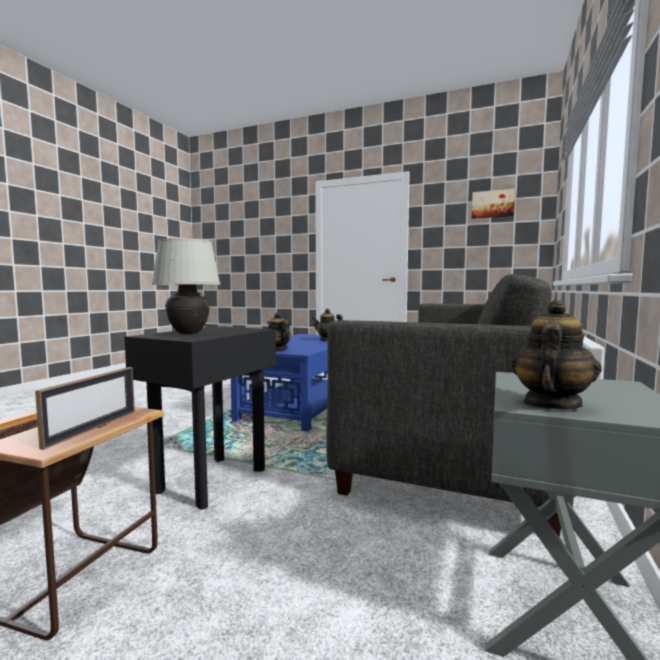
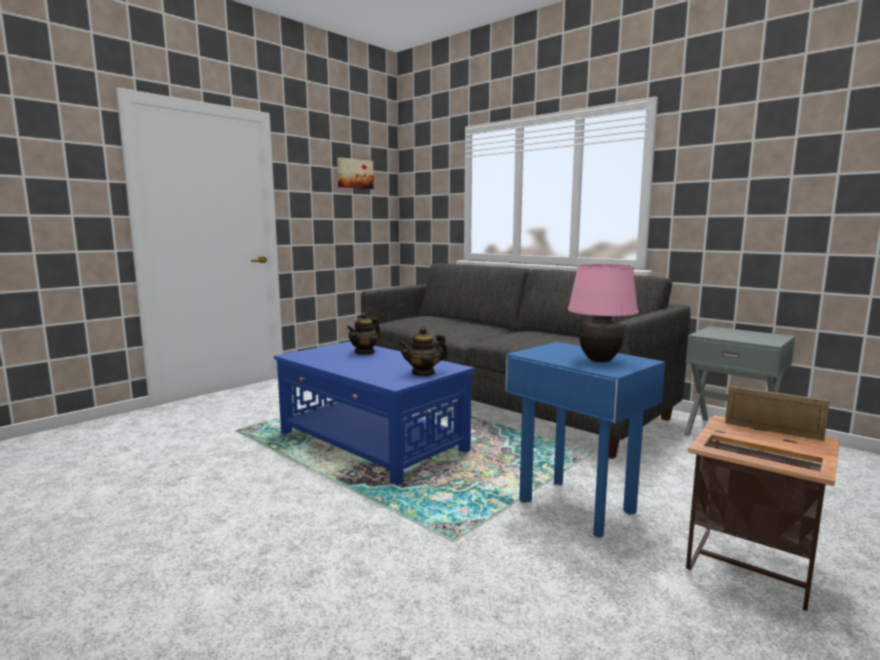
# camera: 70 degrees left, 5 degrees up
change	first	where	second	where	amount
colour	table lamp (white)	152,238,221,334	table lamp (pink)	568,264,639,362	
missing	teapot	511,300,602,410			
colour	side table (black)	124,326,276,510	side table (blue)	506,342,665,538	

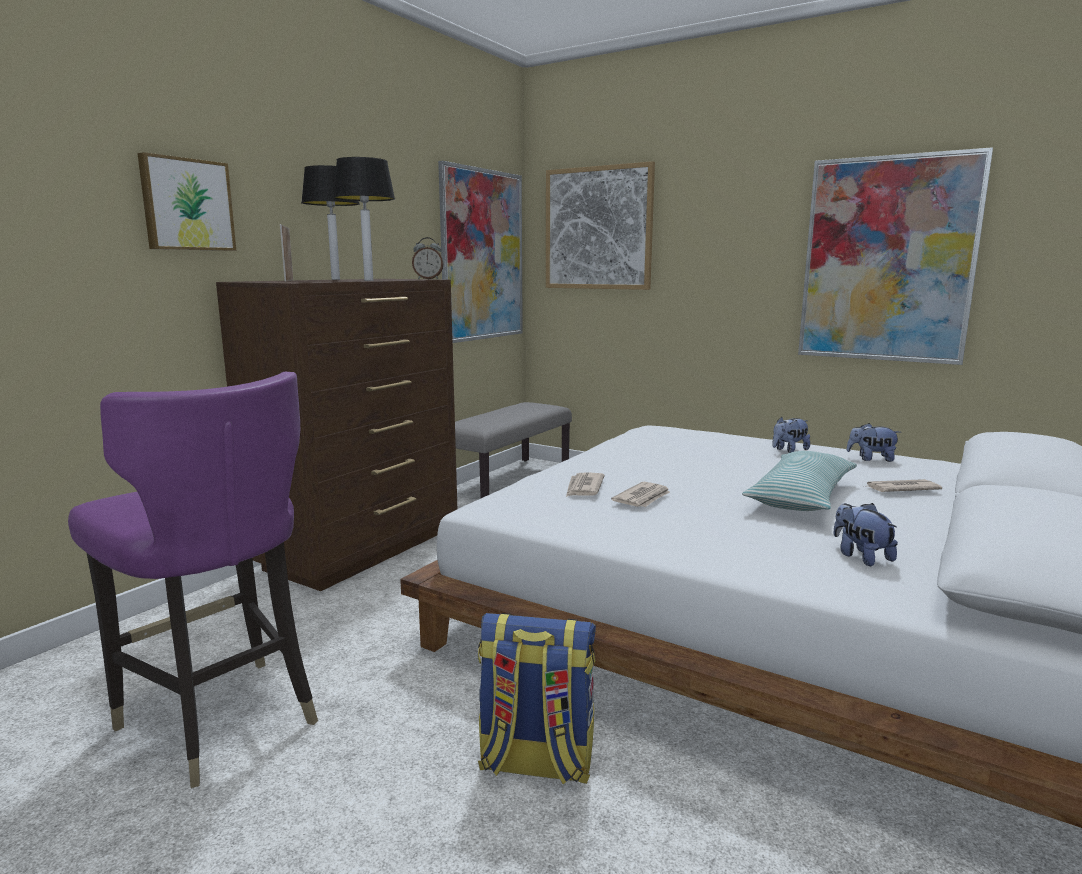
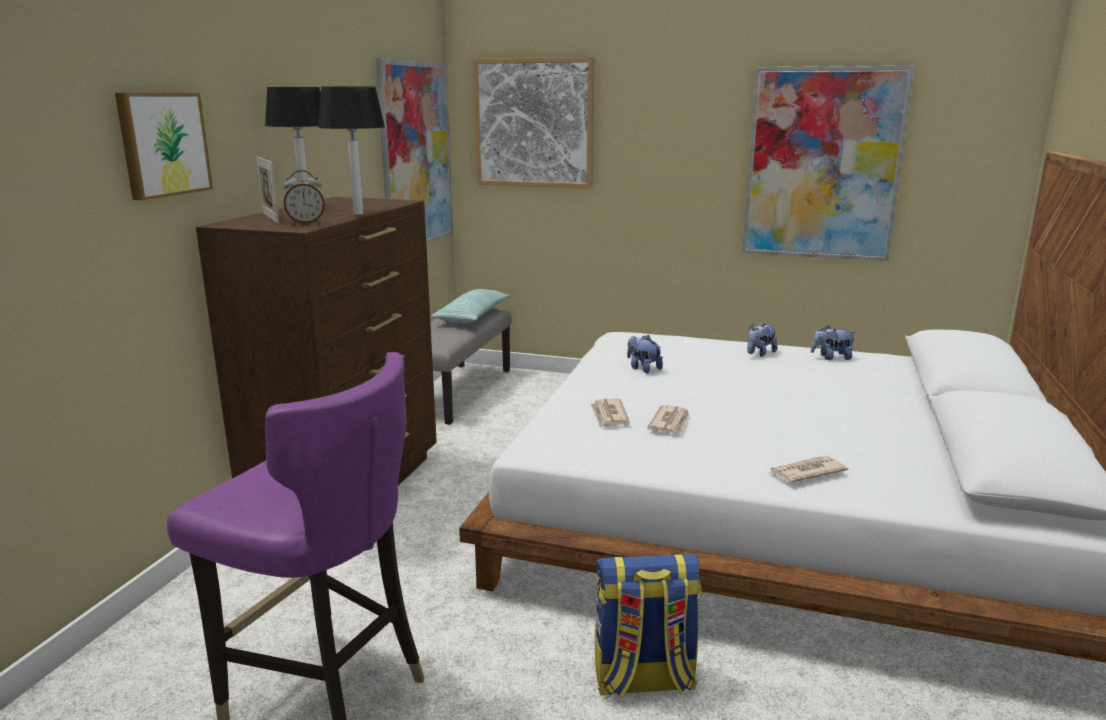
# camera: 15 degrees left, 5 degrees up
change	first	where	second	where	amount
relocated	alarm clock	412,237,443,279		284,170,325,225	
relocated	pillow	742,451,857,511		431,289,510,323	
relocated	newspaper	867,479,942,492		768,456,848,483	
relocated	plush toy	834,503,898,566		627,335,663,373	

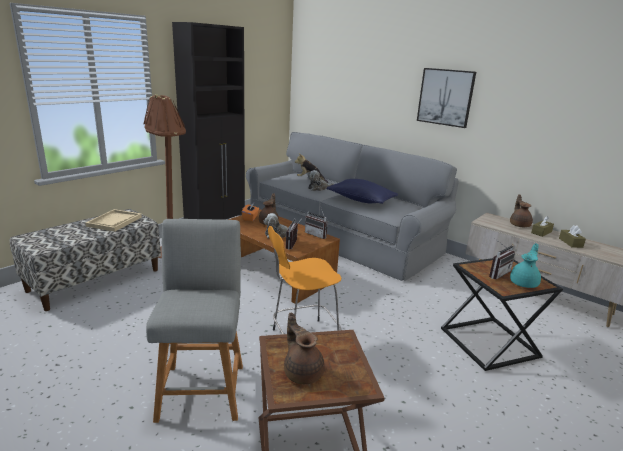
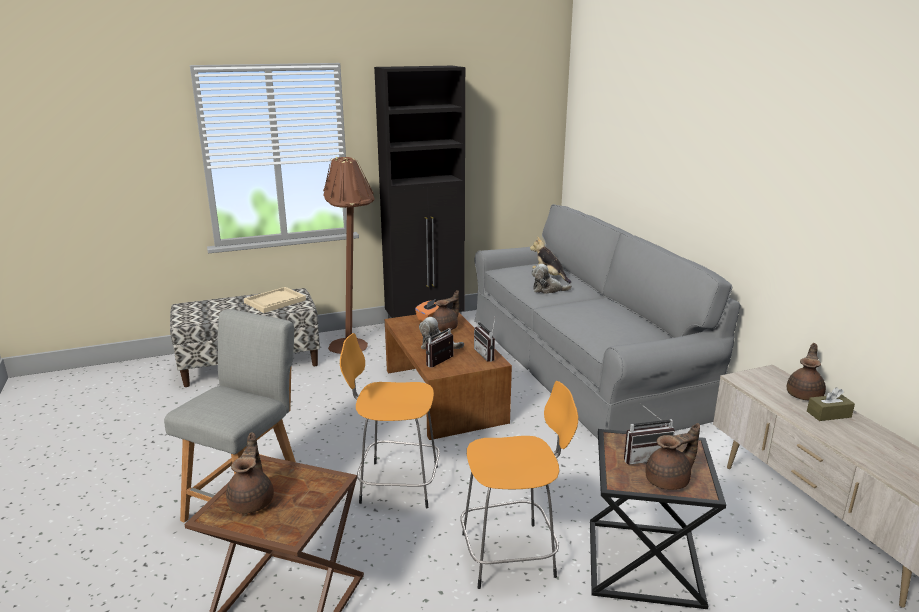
# camera: 30 degrees right, 0 degrees up
change	first	where	second	where	amount
missing	picture	417,68,476,128			
missing	pillow (blue)	326,179,398,204			
missing	tissue box (brown)	559,225,586,248			
colour	teapot (turquoise)	510,243,541,288	teapot (brown)	646,423,700,490	
appeared			stool (orange)	460,381,578,589	

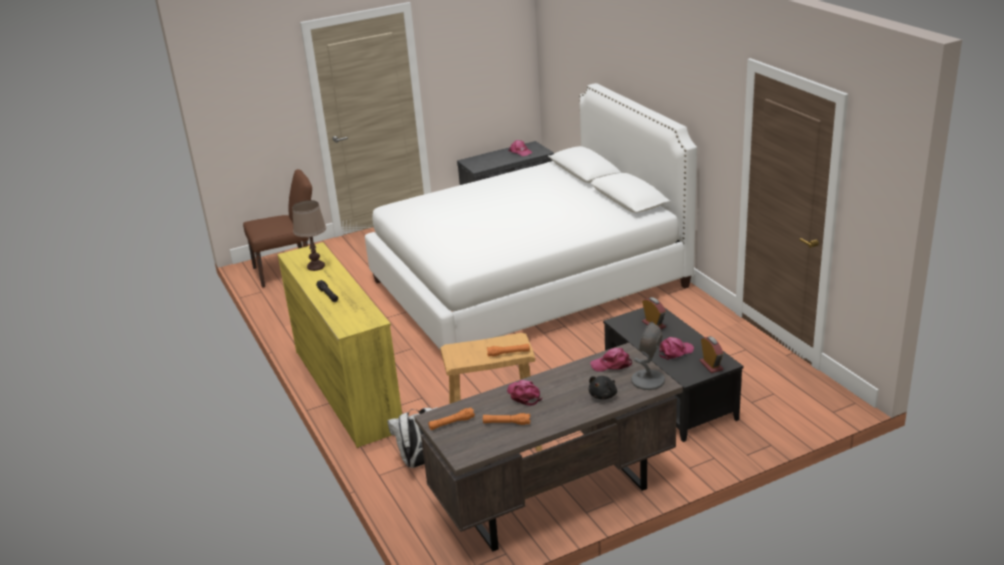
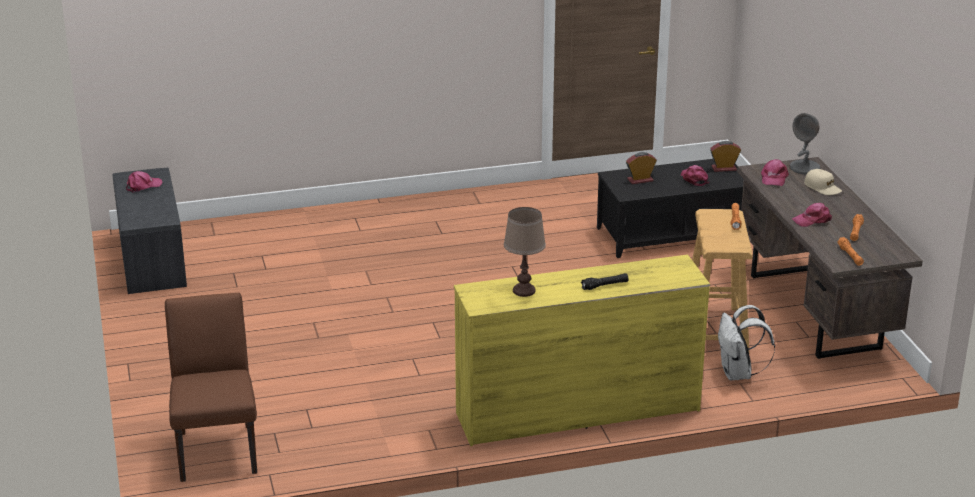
# camera: 80 degrees left, 0 degrees up
change	first	where	second	where	amount
missing	bed (white)	365,83,697,349			
exchanged	plush toy (black)	589,376,617,399	cap (beige)	804,169,842,195	

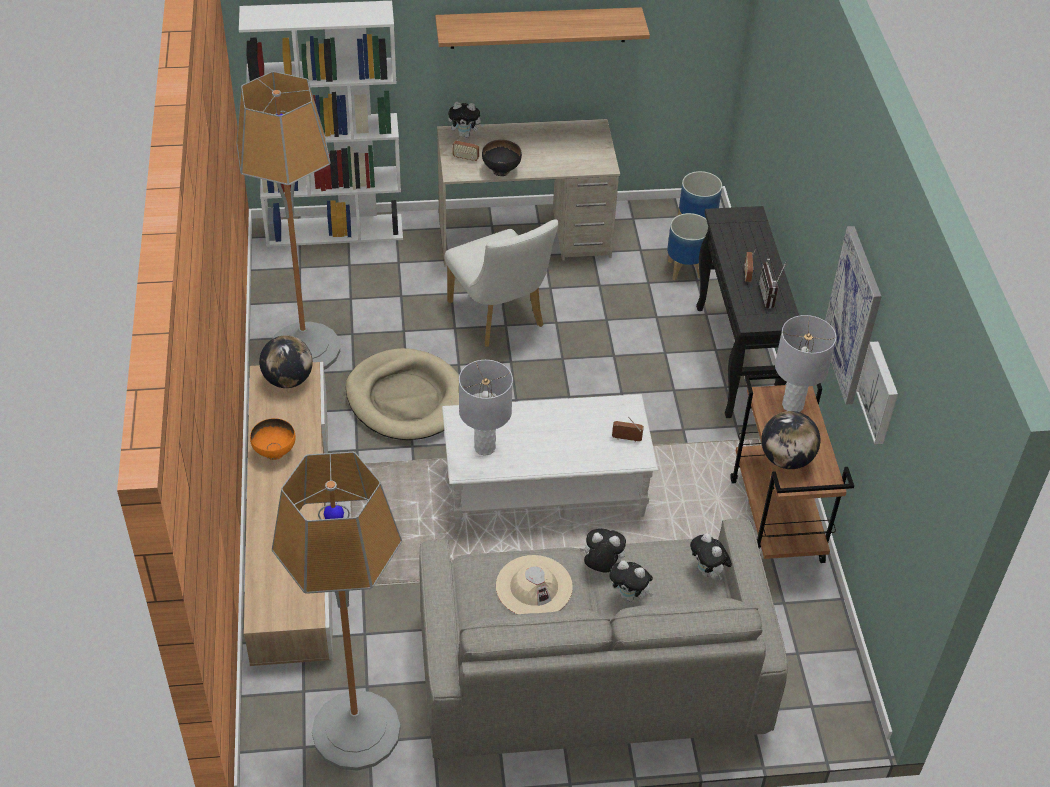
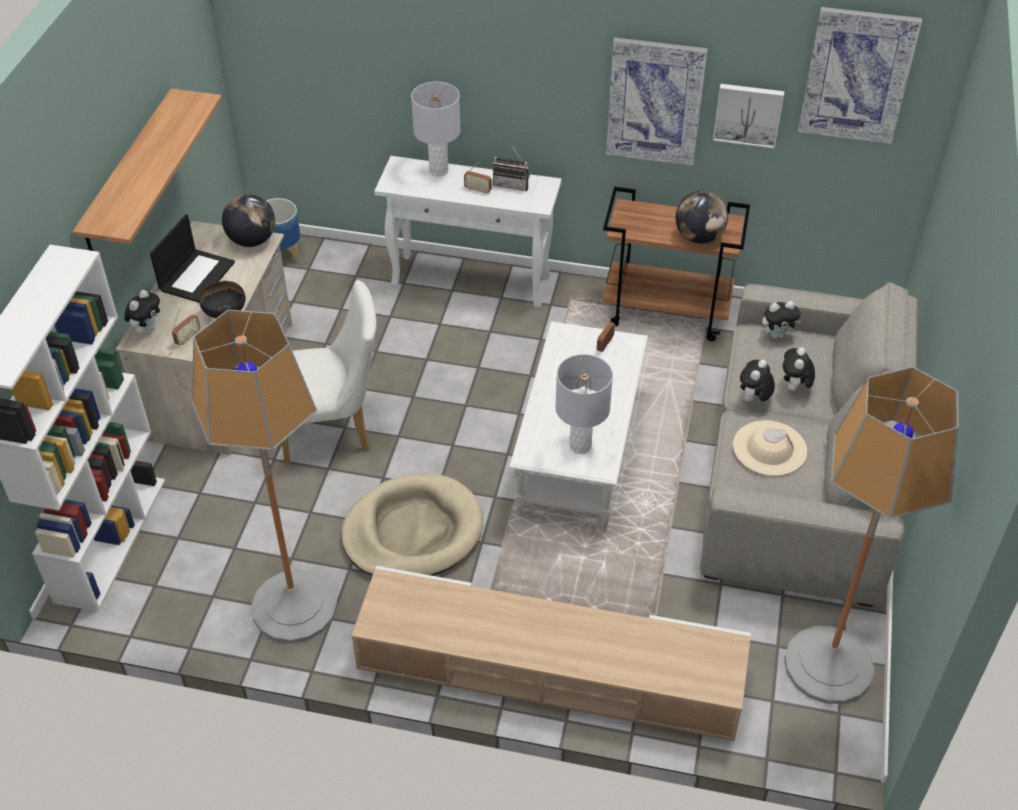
# camera: 70 degrees left, 0 degrees up
change	first	where	second	where	amount
colour	console table (black)	696,206,799,418	console table (white)	374,156,562,308	
missing	planter	667,213,708,280			
relocated	table lamp (grey)	775,315,836,412		411,82,461,177	
relocated	globe	259,335,313,388		222,194,275,247	
missing	bowl (orange)	250,418,295,460			
spun	plush toy	609,560,654,601		783,347,815,391	150 degrees clockwise
appeared			picture	798,7,922,144	
appeared			laptop	150,214,235,303	

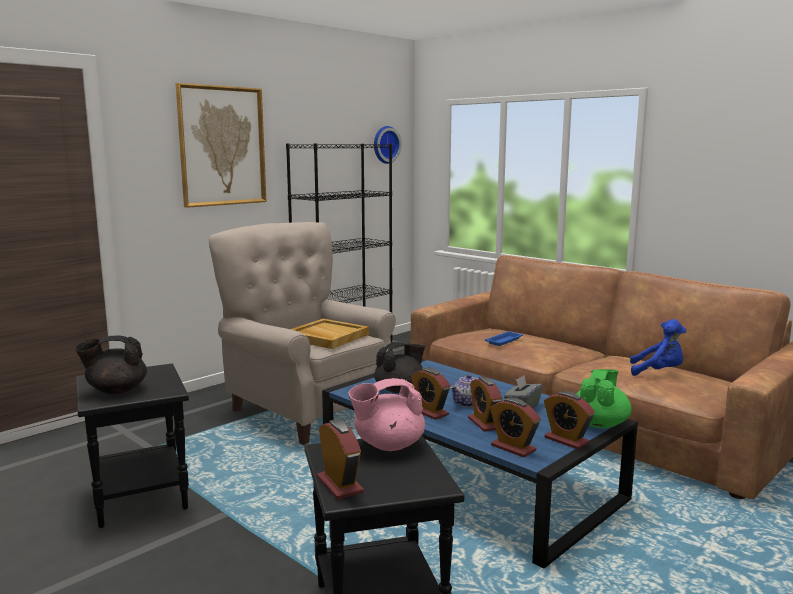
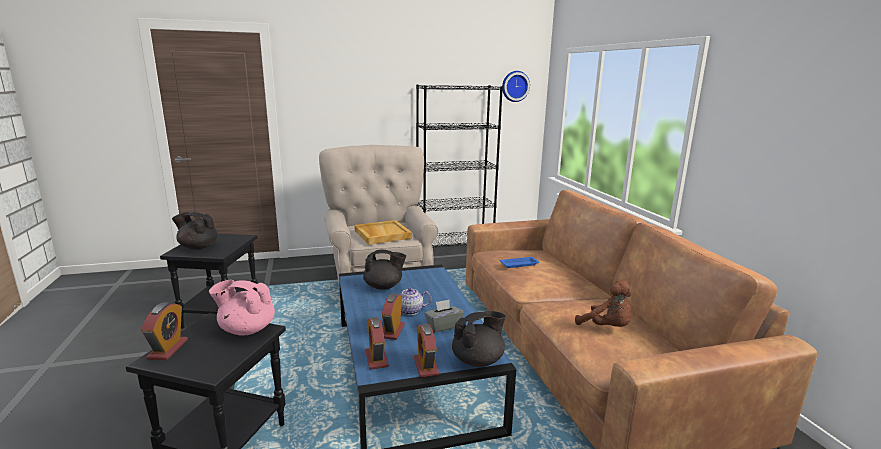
# camera: 30 degrees right, 5 degrees up
change	first	where	second	where	amount
missing	picture	176,83,266,208			
colour	plush toy (blue)	630,319,686,376	plush toy (brown)	575,280,632,327	
missing	alarm clock	411,368,450,420			
colour	teapot (green)	577,369,632,428	teapot (black)	452,311,506,367	

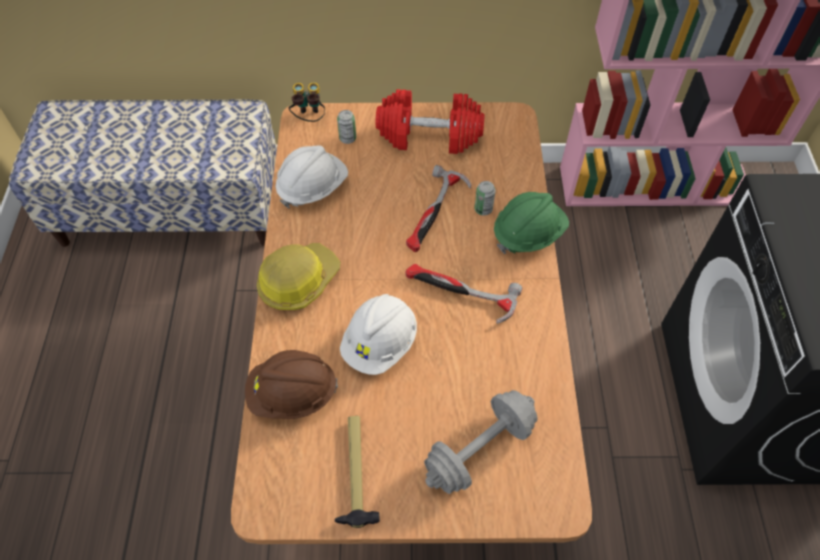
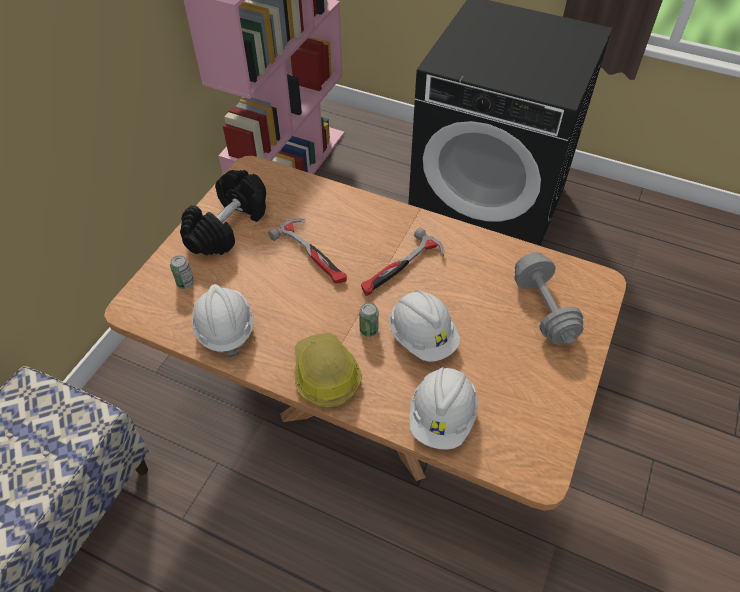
# camera: 65 degrees left, 5 degrees down
change	first	where	second	where	amount
missing	binoculars	289,82,325,122			
colour	dumbbell (red)	376,89,485,154	dumbbell (black)	180,170,266,255	
relocated	can	474,181,496,215		359,303,379,337	
missing	hard hat (green)	494,192,569,254			
colour	hard hat (brown)	245,350,338,419	hard hat (white)	409,367,478,450	
missing	hammer	334,416,380,528			

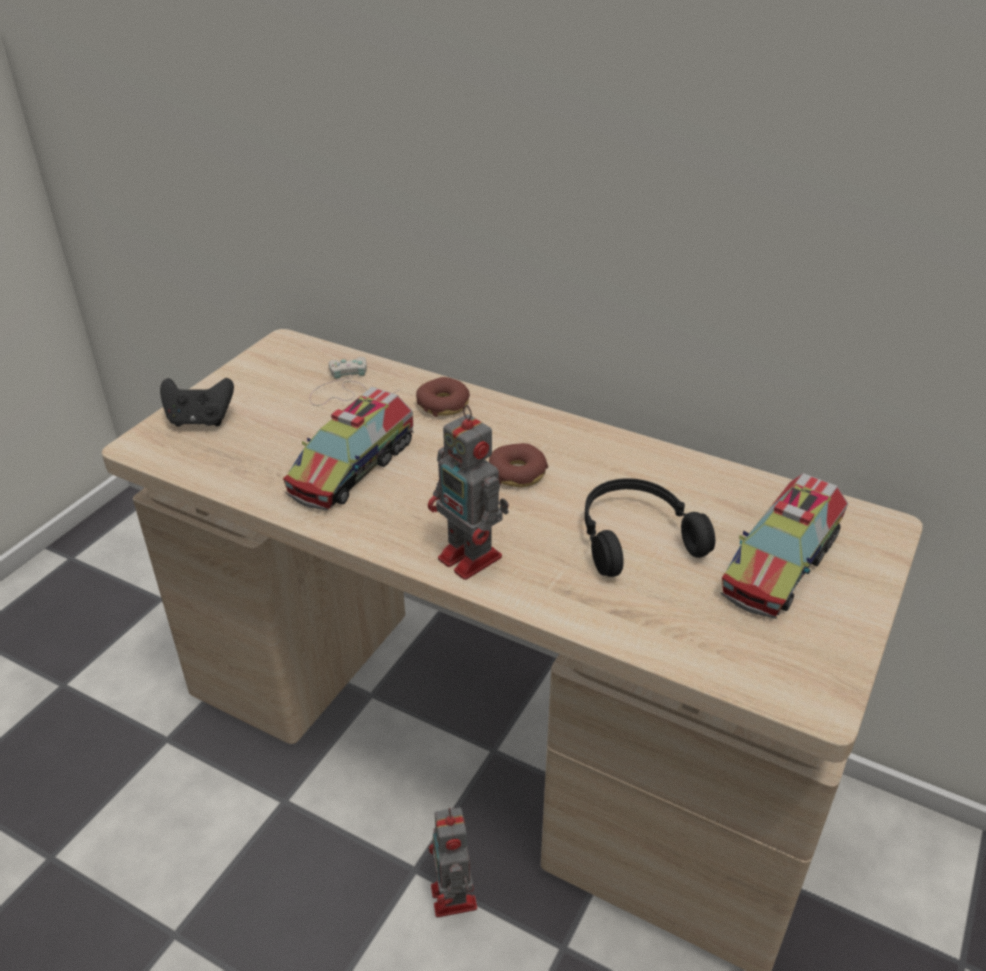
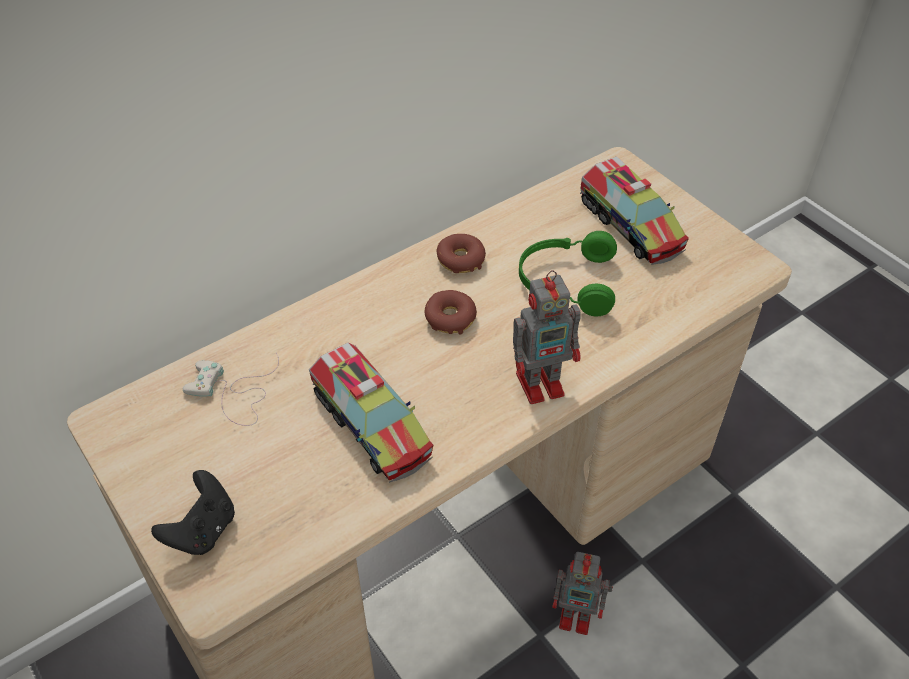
# camera: 65 degrees left, 10 degrees up
change	first	where	second	where	amount
relocated	donut	416,377,470,417		436,234,486,273	
colour	headphones (black)	584,478,715,577	headphones (green)	519,231,617,316	

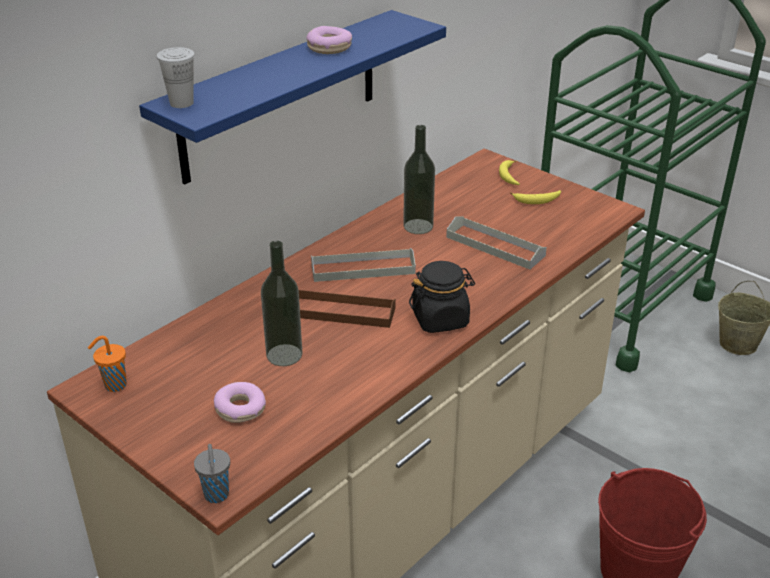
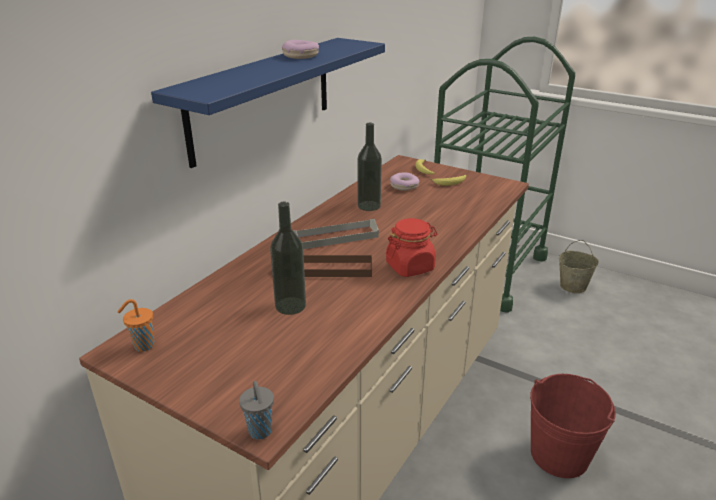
# camera: 10 degrees left, 5 degrees down
change	first	where	second	where	amount
missing	cup (white)	157,47,195,108			
missing	tray (grey)	446,216,547,269			
colour	jar (black)	409,261,475,333	jar (red)	386,218,437,277	
relocated	donut	214,382,266,423		390,173,419,191	

